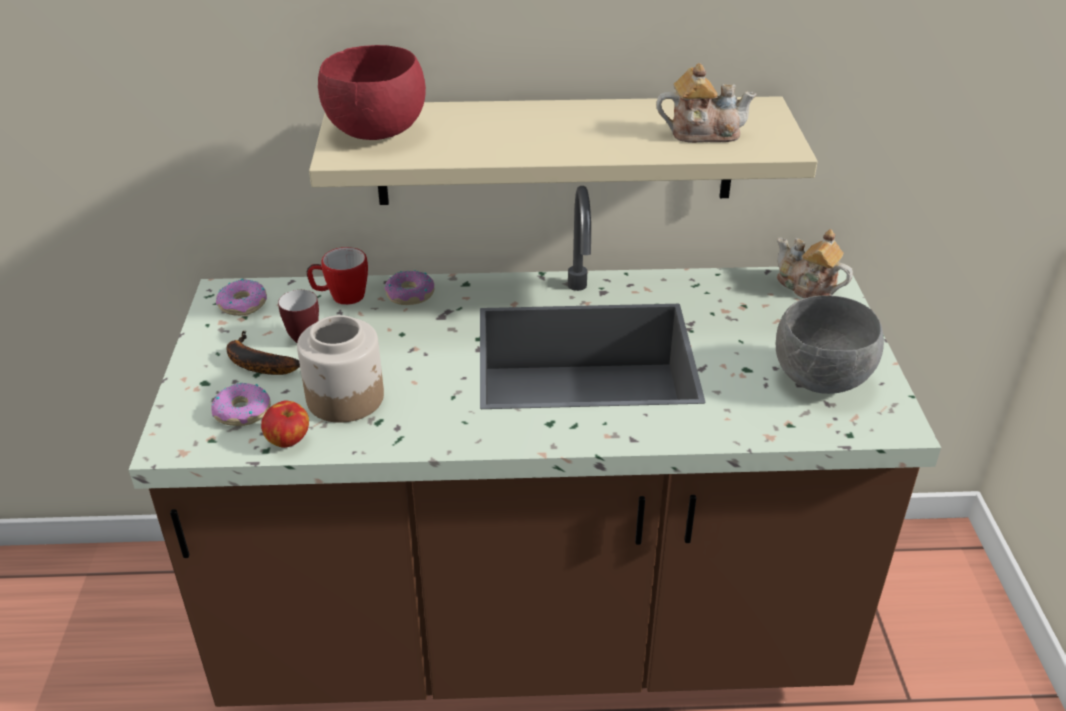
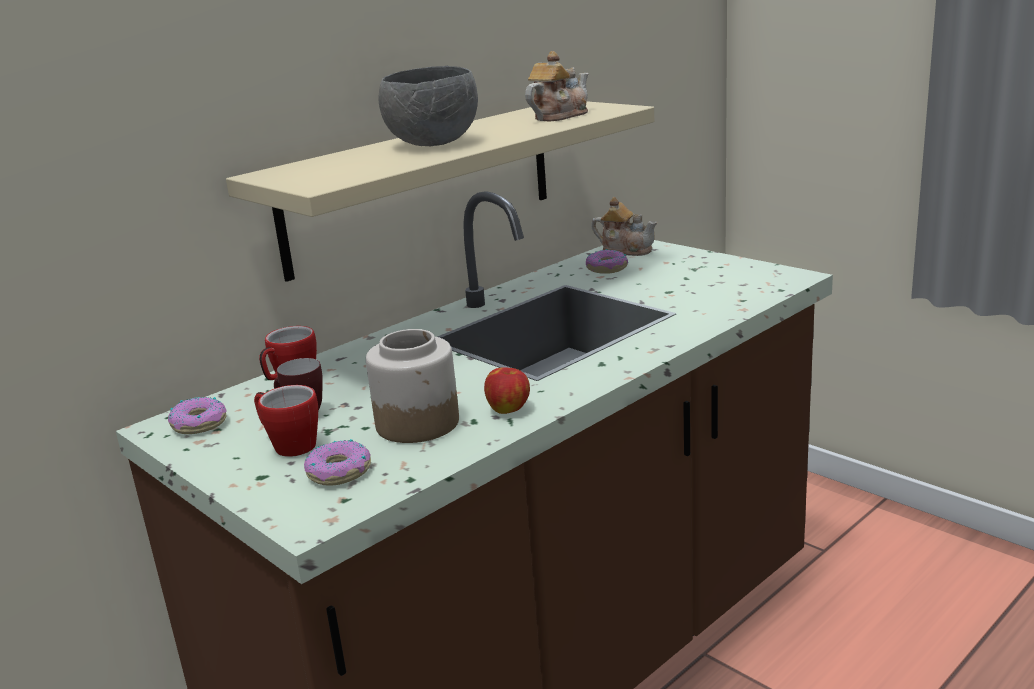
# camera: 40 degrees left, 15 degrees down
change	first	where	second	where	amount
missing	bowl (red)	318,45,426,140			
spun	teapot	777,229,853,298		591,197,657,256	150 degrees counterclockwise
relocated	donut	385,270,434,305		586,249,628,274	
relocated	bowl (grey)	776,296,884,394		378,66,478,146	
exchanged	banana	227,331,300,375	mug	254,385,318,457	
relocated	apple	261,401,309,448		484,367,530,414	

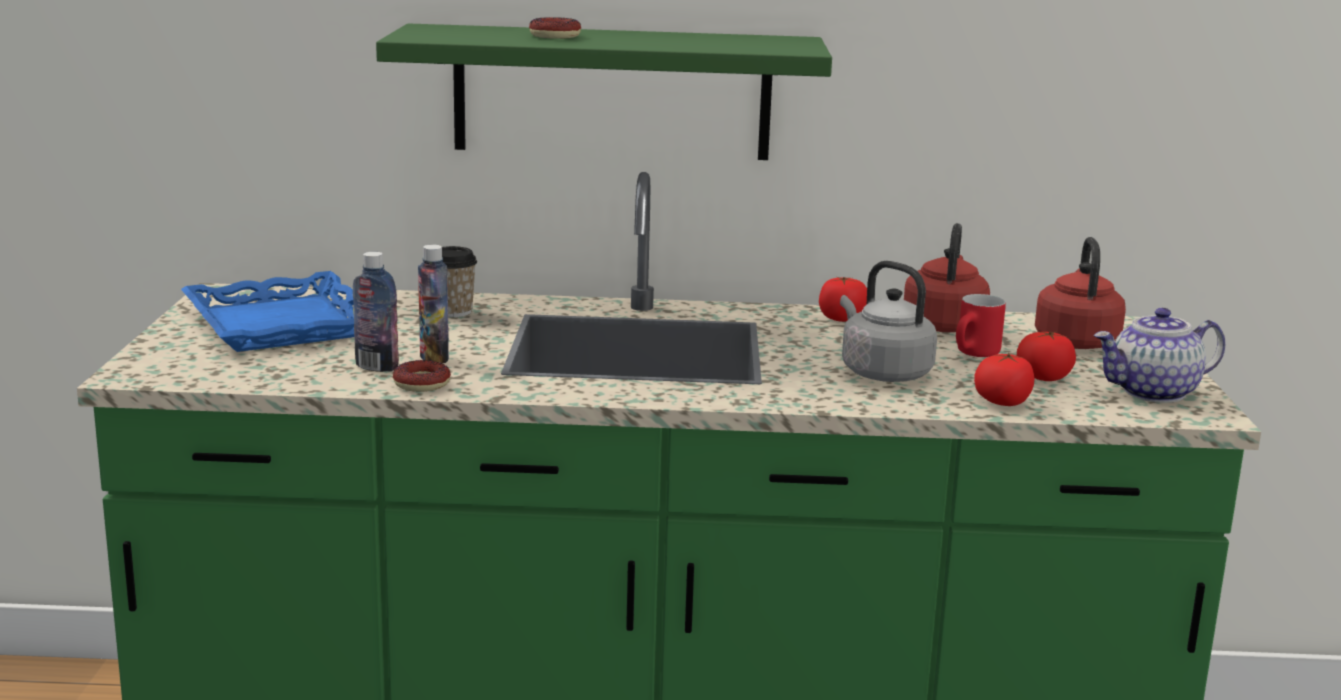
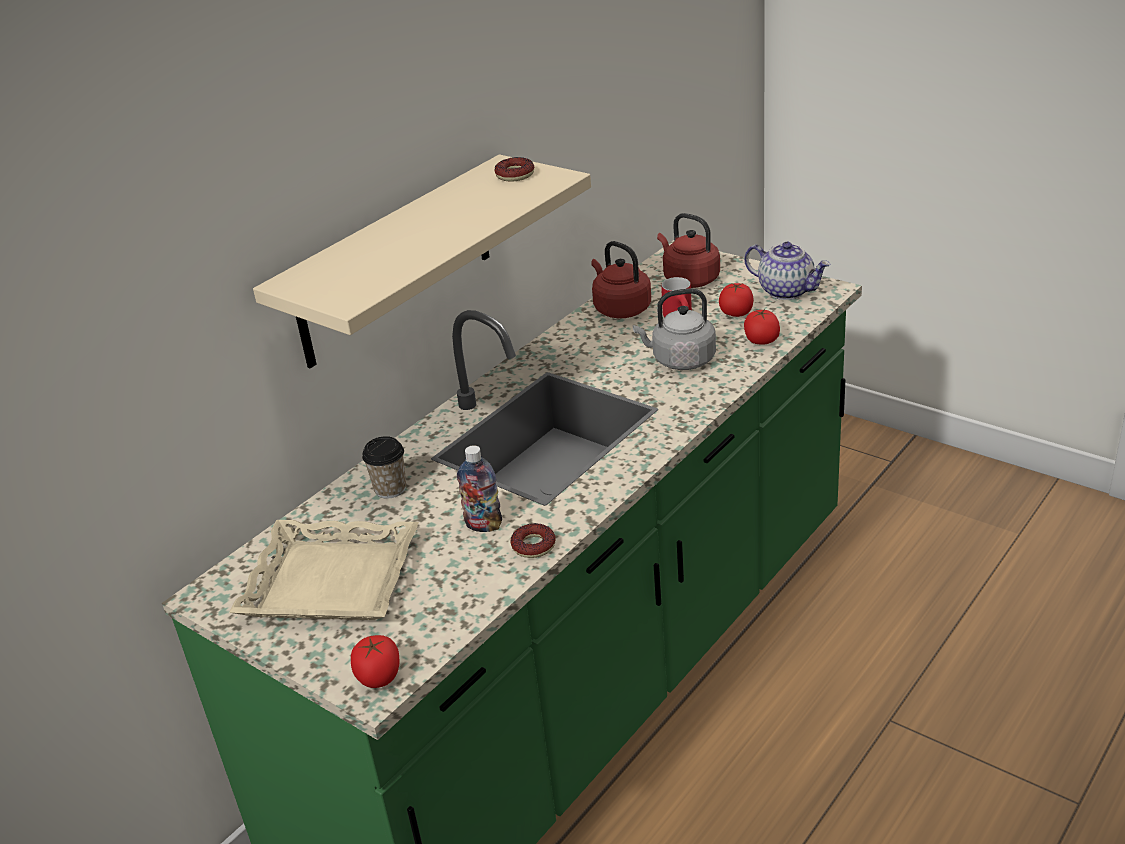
# camera: 50 degrees left, 15 degrees up
change	first	where	second	where	amount
relocated	donut	529,17,581,39		494,157,534,181	
colour	shelf (green)	376,23,832,160	shelf (beige)	253,154,591,368	
missing	bottle	353,252,399,372			
colour	tray (blue)	181,271,355,352	tray (beige)	229,520,419,620	
relocated	tomato	819,276,867,322		351,635,399,688	
spun	teapot	1094,308,1225,403		744,242,831,300	75 degrees counterclockwise

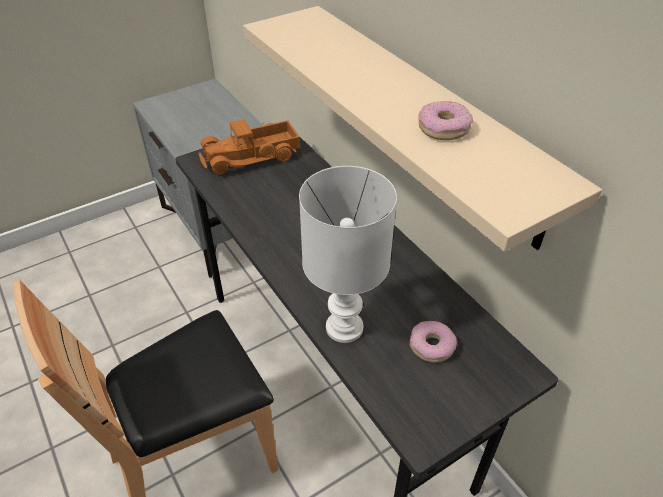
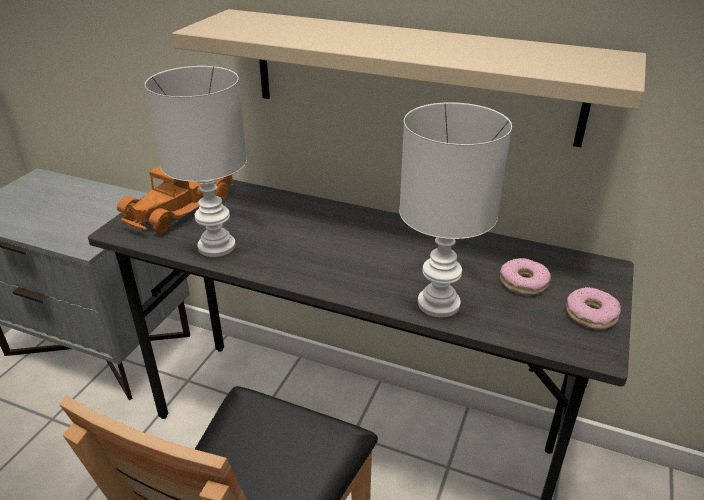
# camera: 35 degrees left, 10 degrees down
change	first	where	second	where	amount
relocated	donut	418,101,473,140		566,287,621,330	
appeared			table lamp (white)	145,66,247,257	

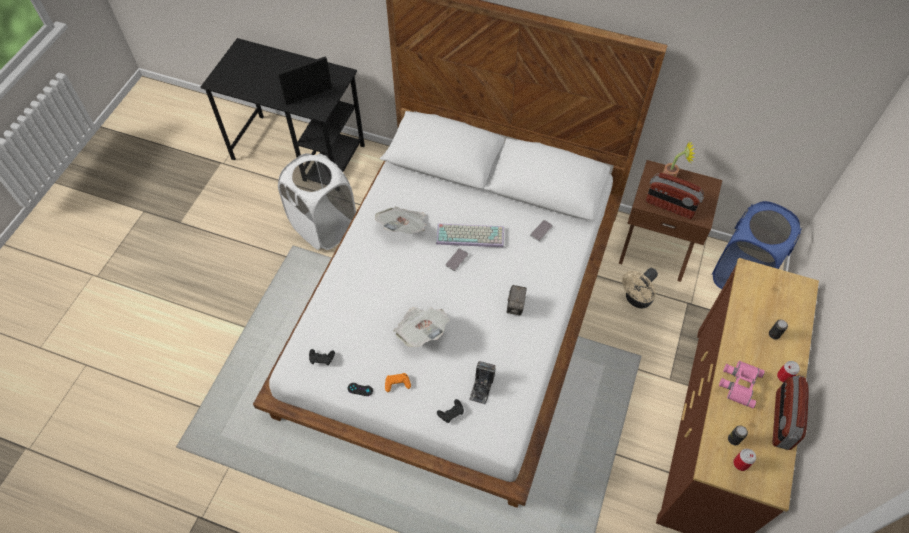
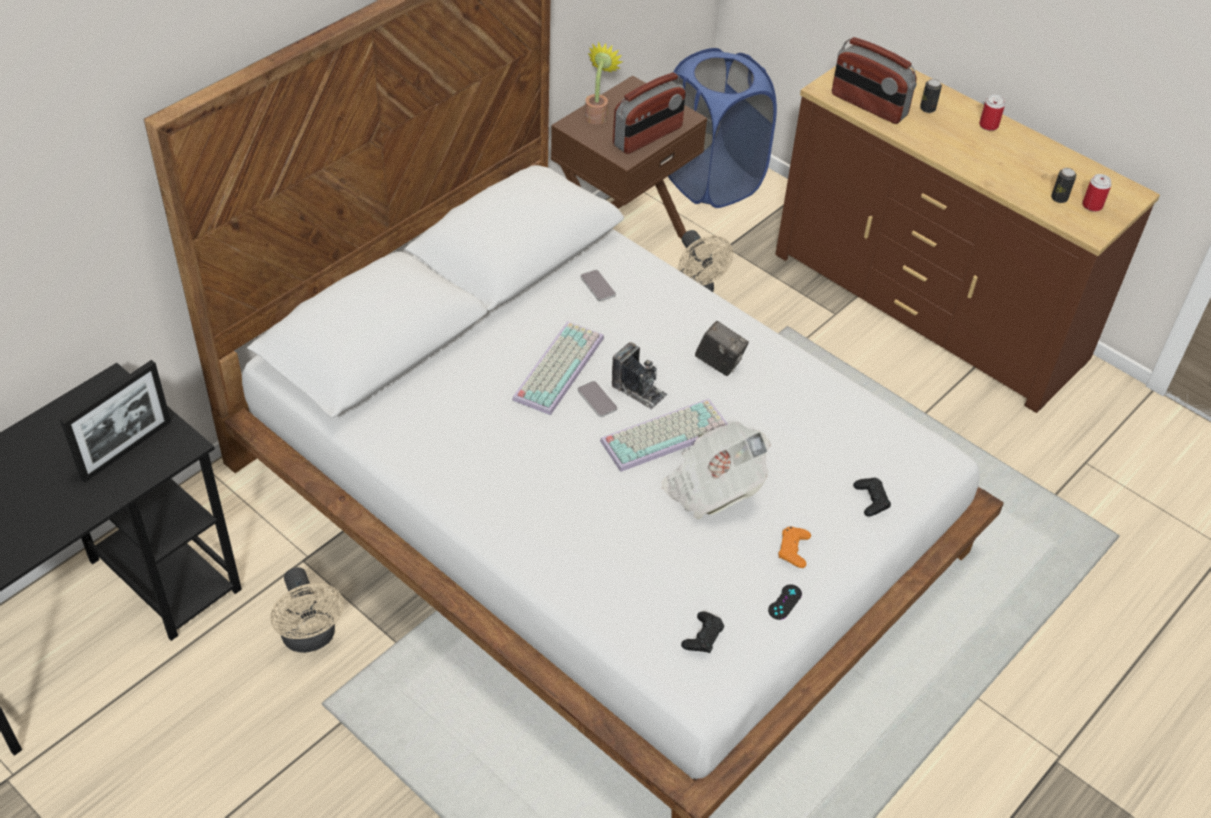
# camera: 70 degrees left, 10 degrees down
change	first	where	second	where	amount
spun	picture frame	278,56,332,105		60,360,171,483	135 degrees counterclockwise
exchanged	laundry basket (white)	278,153,356,250	fan (beige)	270,567,344,653	
missing	newspaper	375,206,426,234			
relocated	photo camera	469,361,496,404		612,342,668,410	
missing	binoculars (pink)	719,361,765,408			
relocated	radio	772,375,808,450		832,37,917,124	
appeared			keyboard	600,399,728,472	

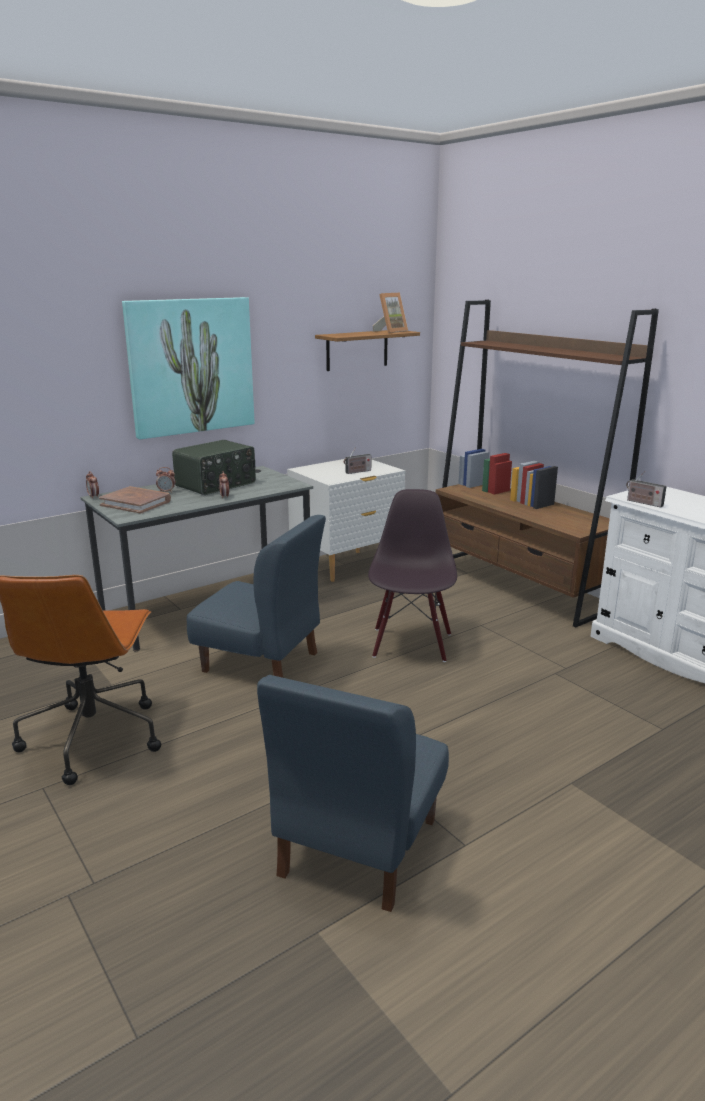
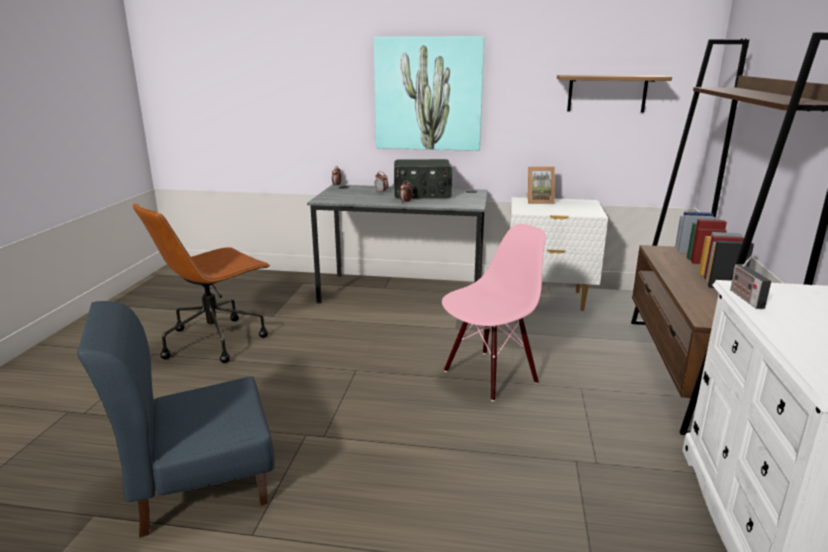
# camera: 45 degrees right, 0 degrees up
change	first	where	second	where	amount
relocated	picture frame	373,293,408,333		526,167,555,204	
missing	radio	344,448,371,474			
missing	book (brown)	99,486,171,514			
colour	chair (black)	368,489,457,662	chair (pink)	442,224,546,401	
missing	chair (blue)	187,515,326,678			

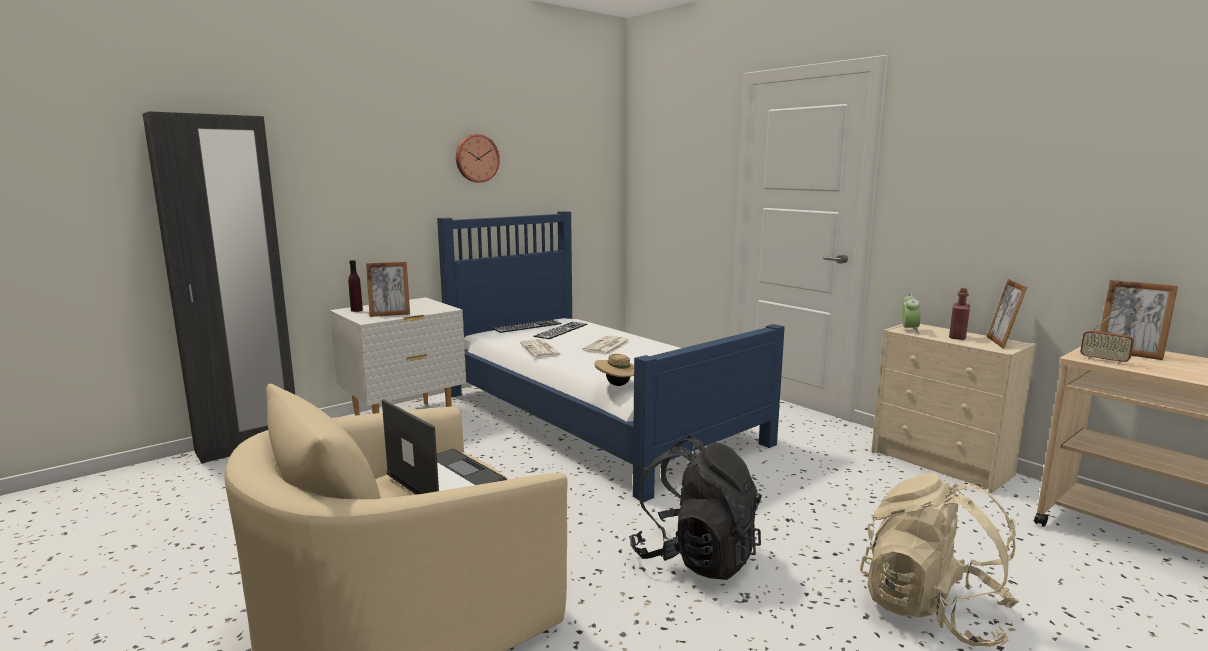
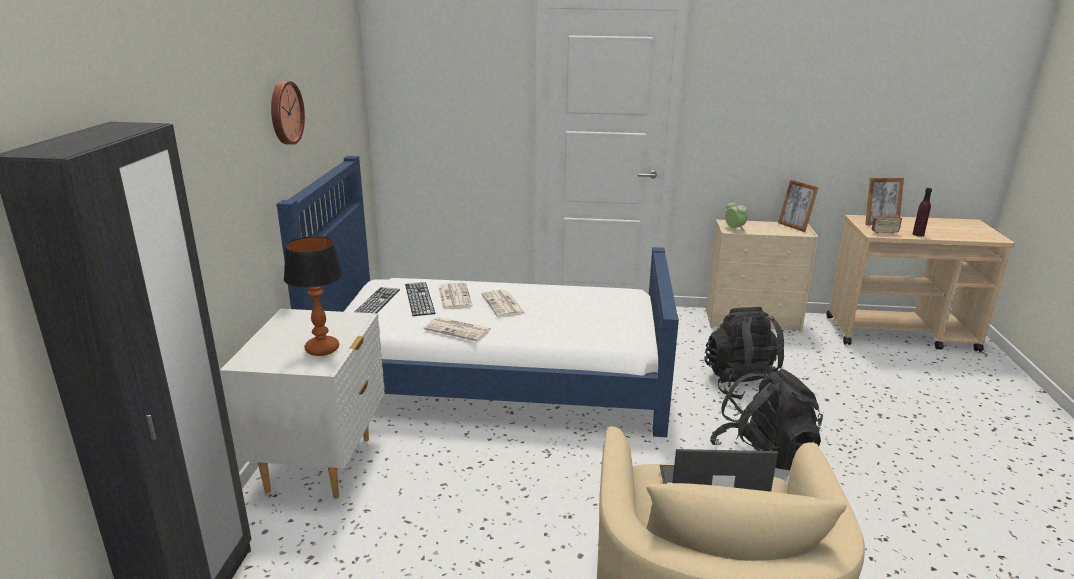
# camera: 45 degrees left, 10 degrees up
change	first	where	second	where	amount
relocated	bottle (purple)	348,260,363,312		913,188,932,237	
exchanged	picture frame	366,262,410,317	table lamp	284,236,343,356	
missing	bottle (red)	949,288,970,340			
missing	hat (beige)	595,354,634,386			
missing	backpack (beige)	860,473,1019,647			
appeared			newspaper	439,282,473,310	
appeared			backpack (black)	704,307,784,400	

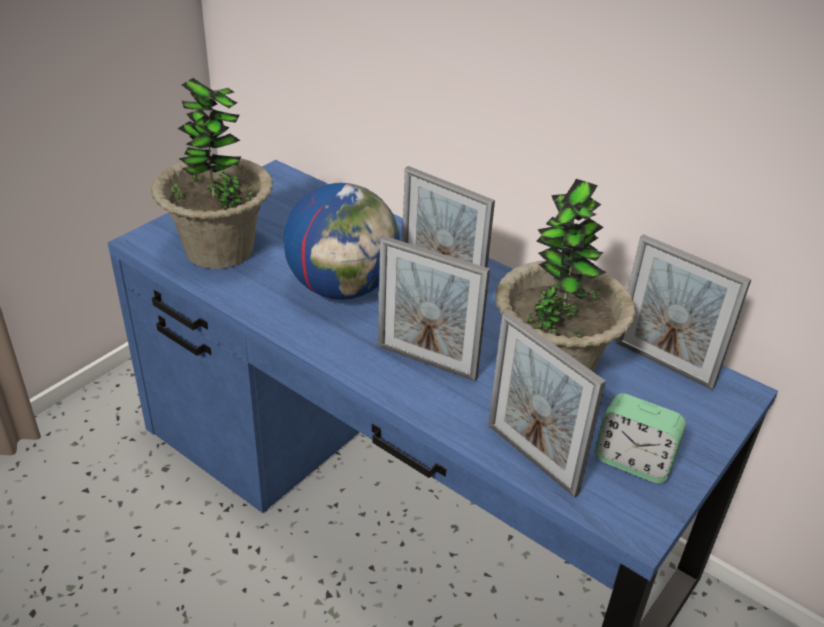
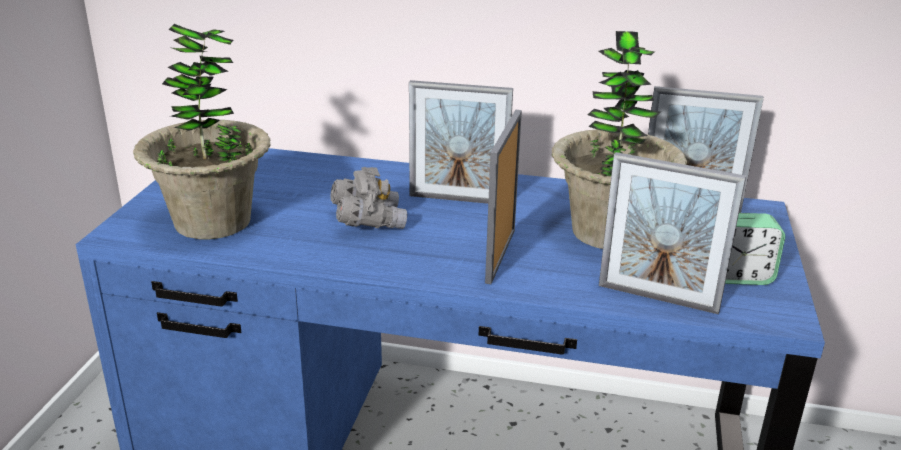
# camera: 25 degrees left, 10 degrees down
change	first	where	second	where	amount
exchanged	globe	283,183,400,300	binoculars (grey)	330,167,407,229	
spun	picture frame	378,236,490,381		485,110,522,284	105 degrees clockwise

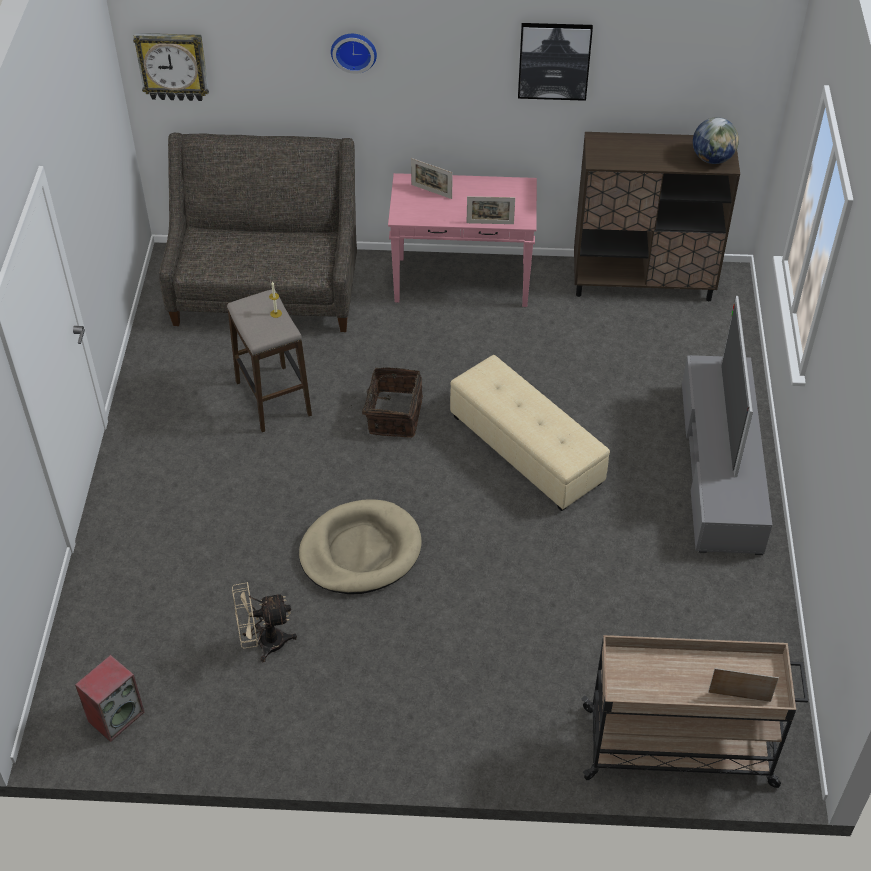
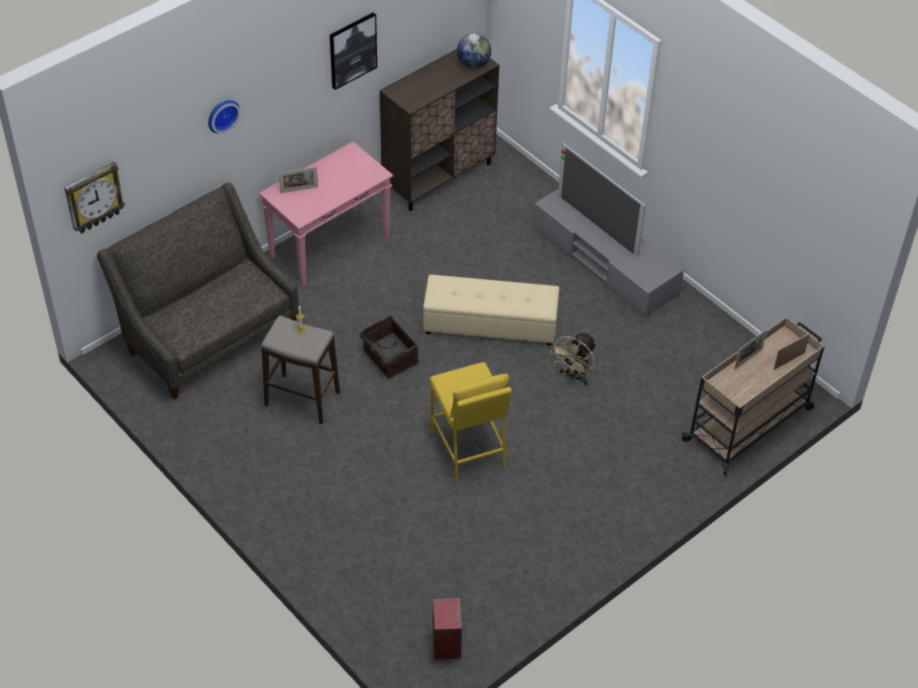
# camera: 45 degrees left, 0 degrees up
change	first	where	second	where	amount
relocated	picture frame	467,196,515,224		734,329,767,369	
exchanged	dog bed (beige)	299,499,422,594	stool (yellow)	430,362,512,482	
relocated	fan (beige)	232,582,297,662		551,332,597,386	

